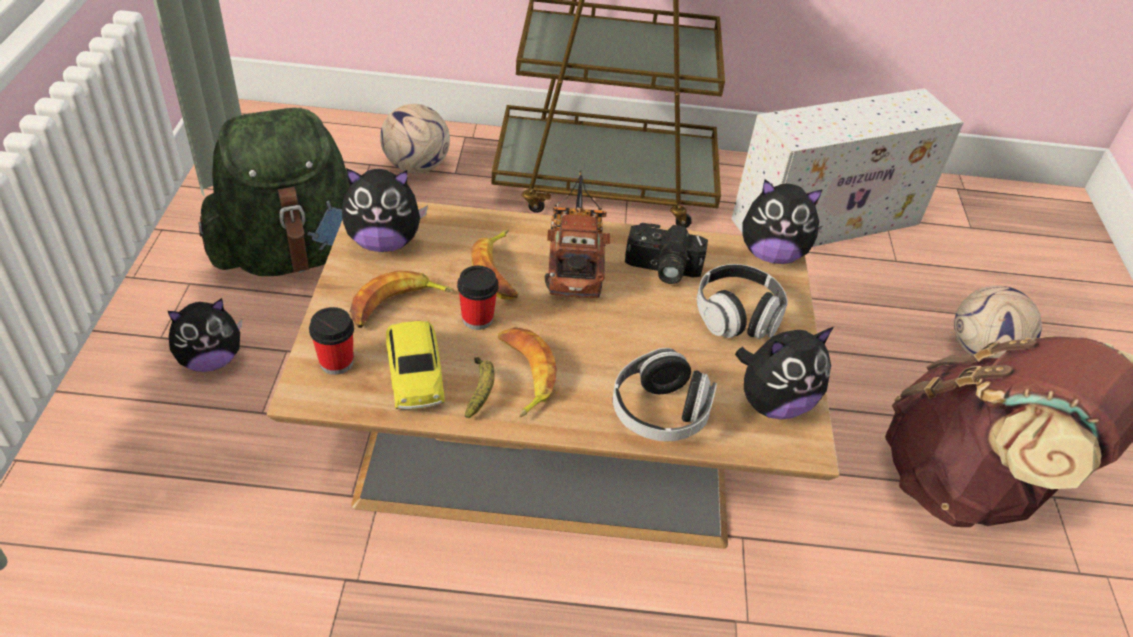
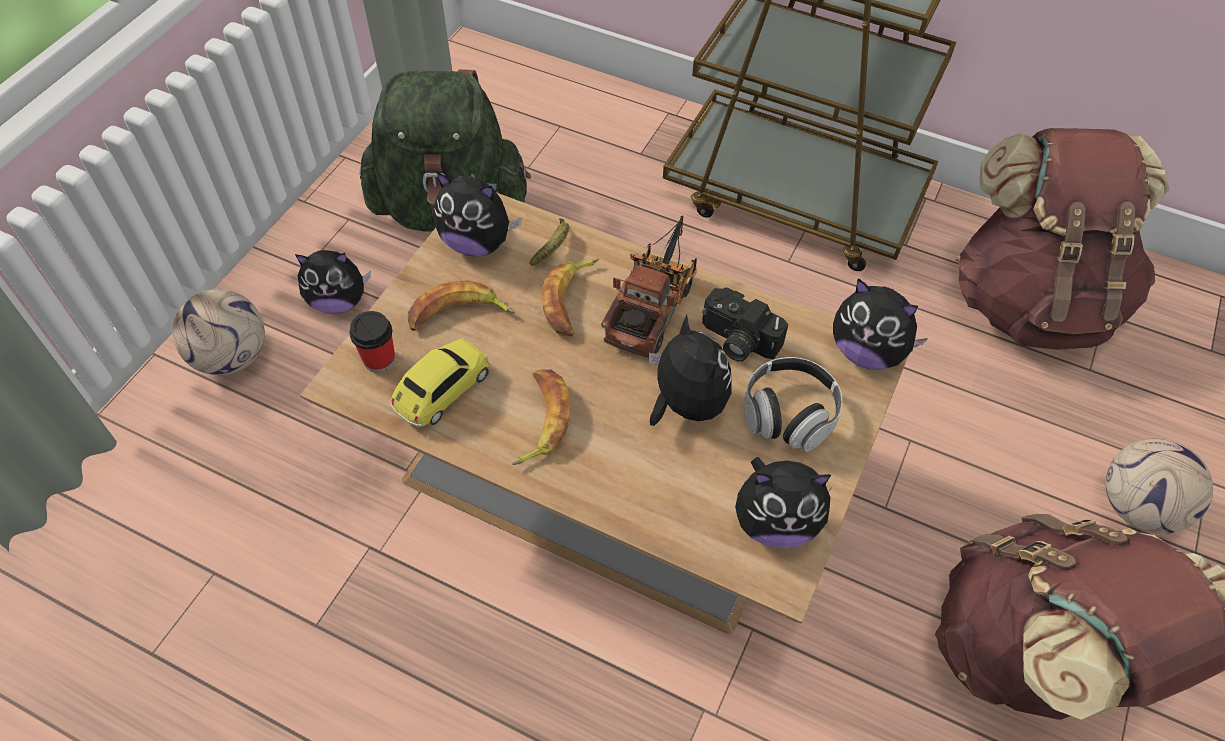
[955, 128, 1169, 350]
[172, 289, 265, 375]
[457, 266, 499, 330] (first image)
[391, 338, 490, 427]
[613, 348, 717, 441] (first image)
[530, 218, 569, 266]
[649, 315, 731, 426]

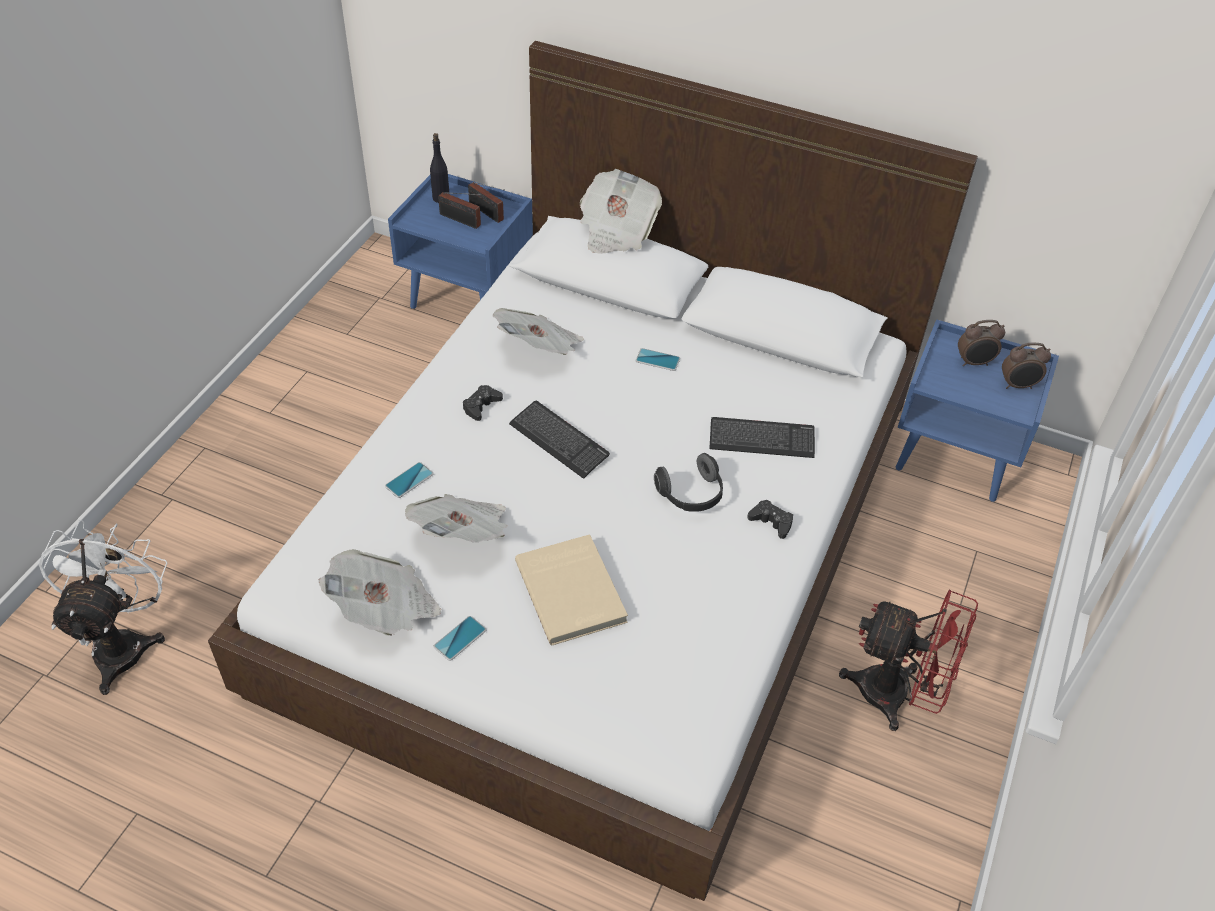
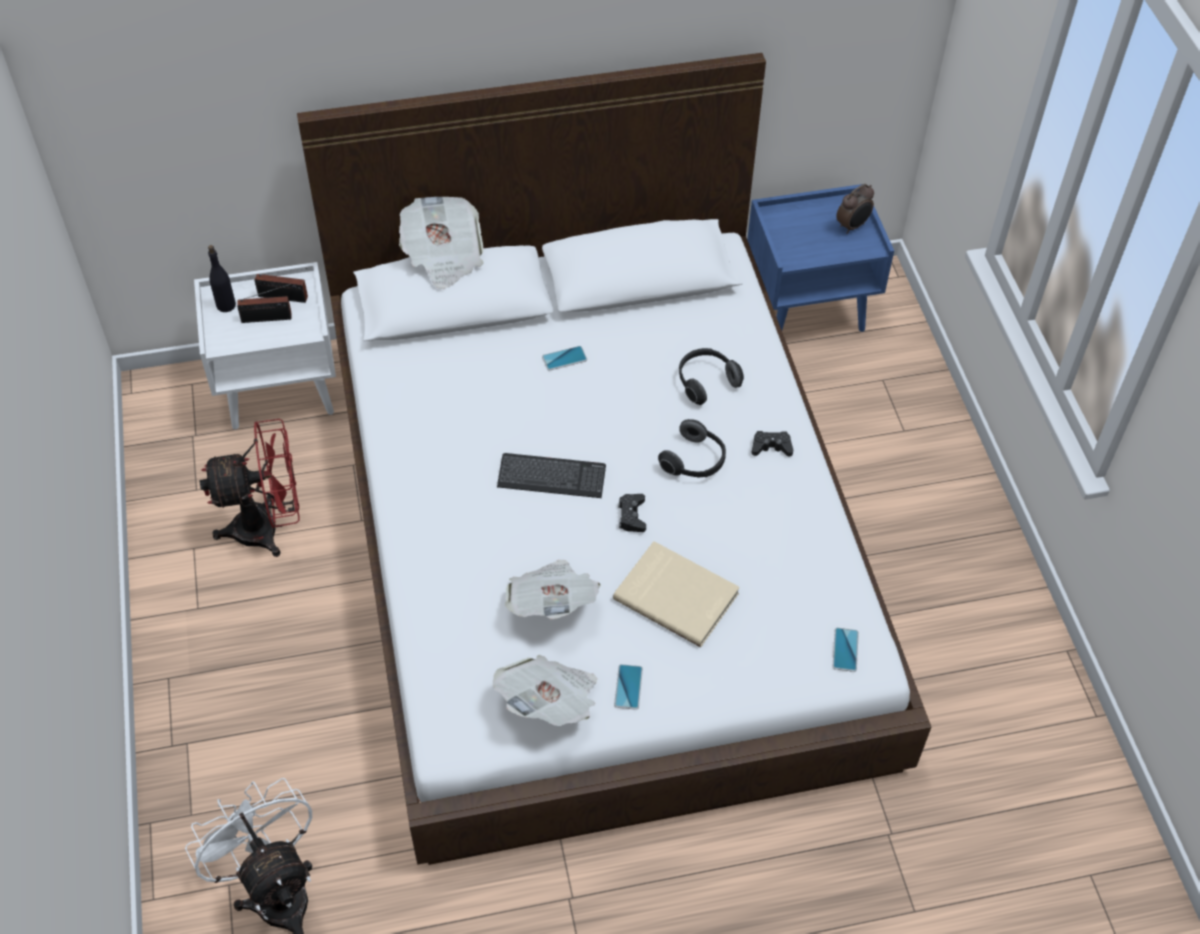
[194, 262, 336, 430]
[493, 308, 584, 355] (first image)
[958, 320, 1005, 366] (first image)
[618, 494, 646, 532]
[679, 348, 744, 405]
[832, 628, 859, 672]
[200, 419, 300, 557]

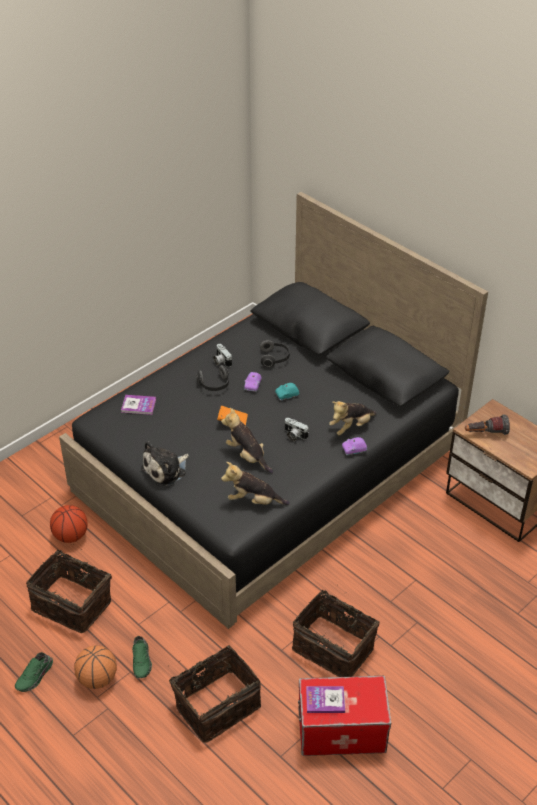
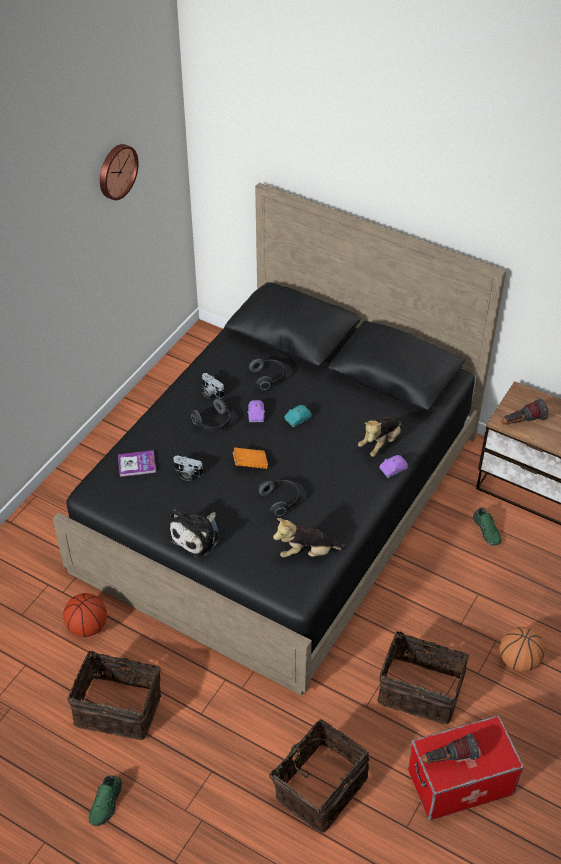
[258, 480, 300, 516]
[173, 455, 203, 481]
[473, 507, 501, 546]
[500, 627, 545, 672]
[421, 733, 479, 763]
[100, 144, 139, 200]

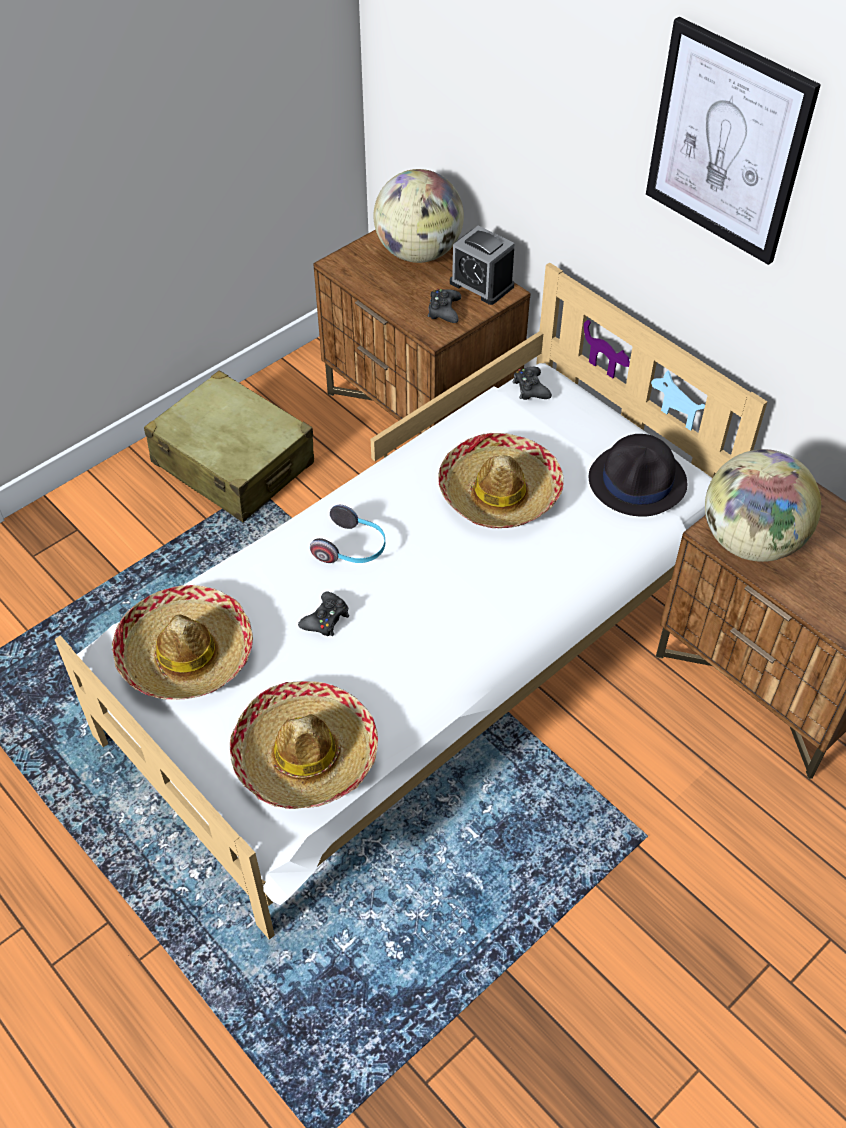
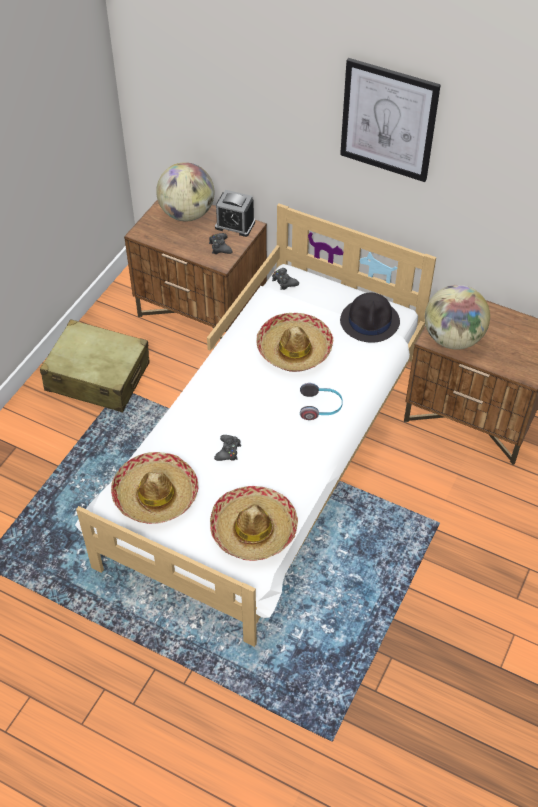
[300, 383, 343, 420]

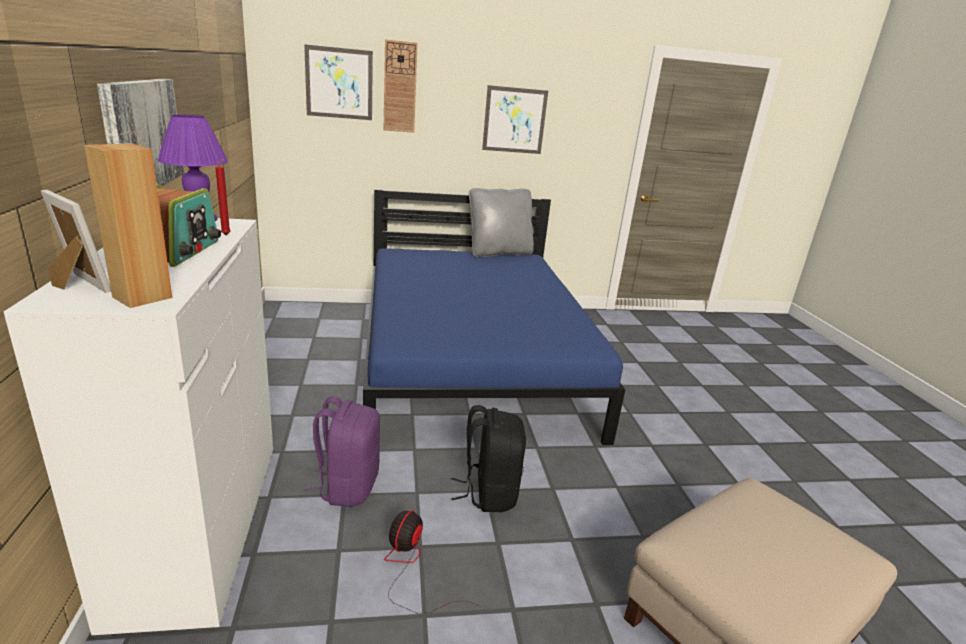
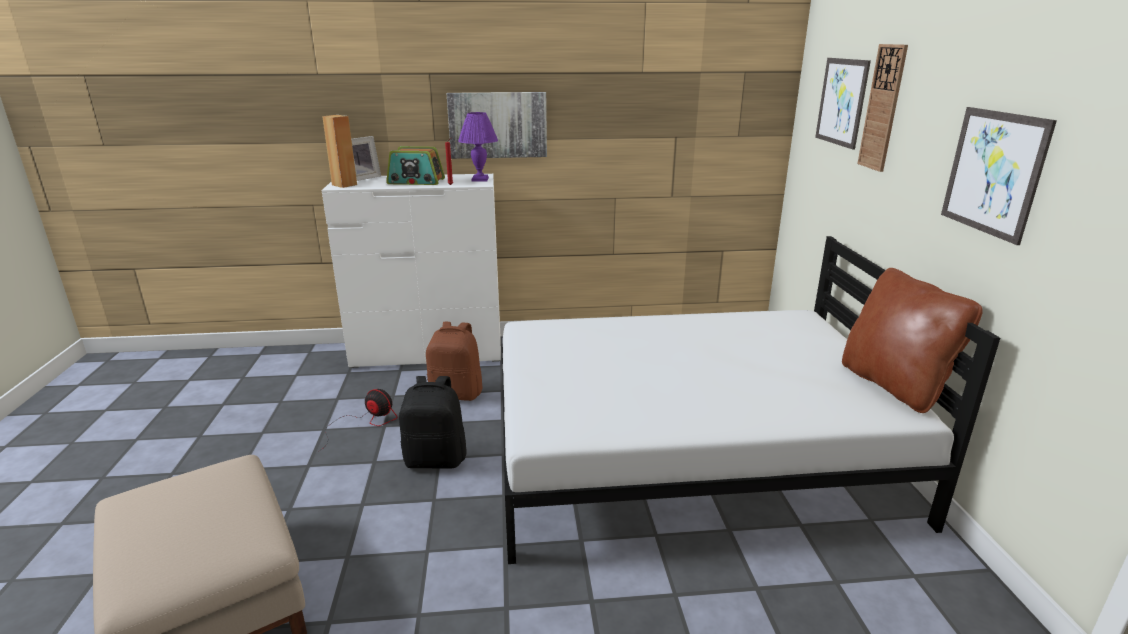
[842, 268, 983, 413]
[502, 236, 1000, 564]
[426, 322, 483, 401]

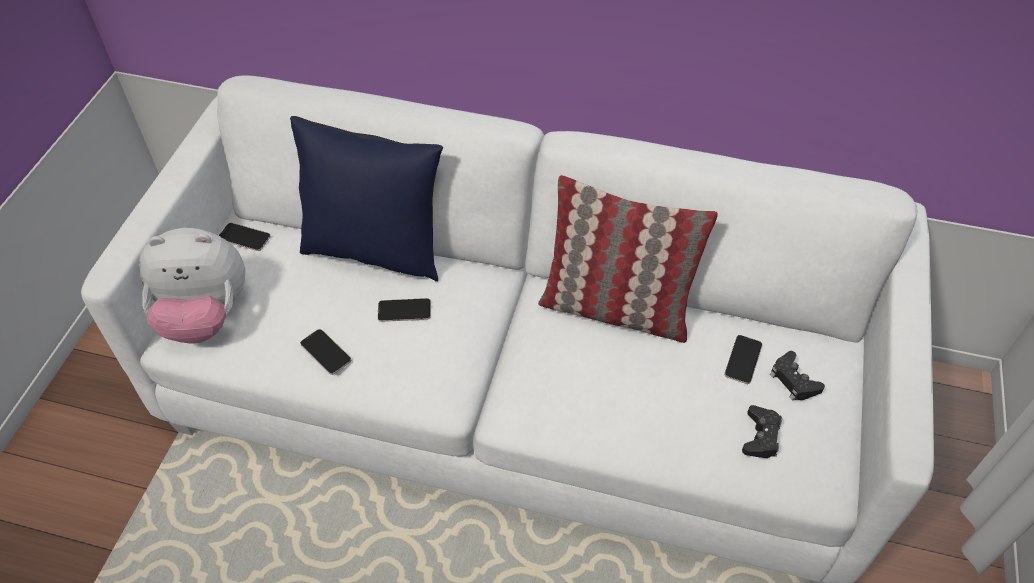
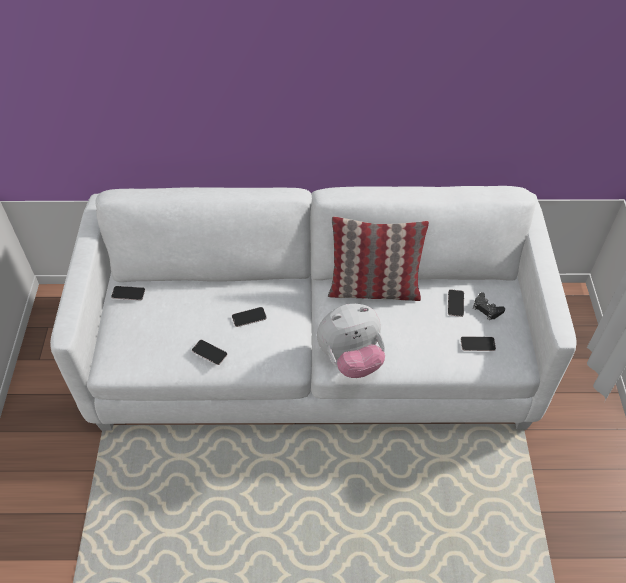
[290, 116, 443, 282] (first image)
[317, 304, 385, 378]
[461, 336, 496, 351]

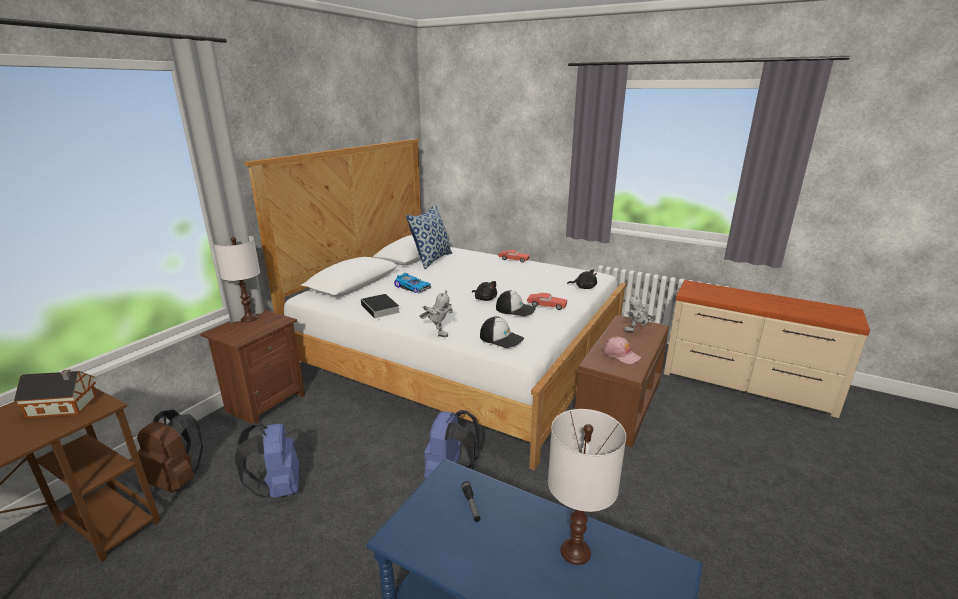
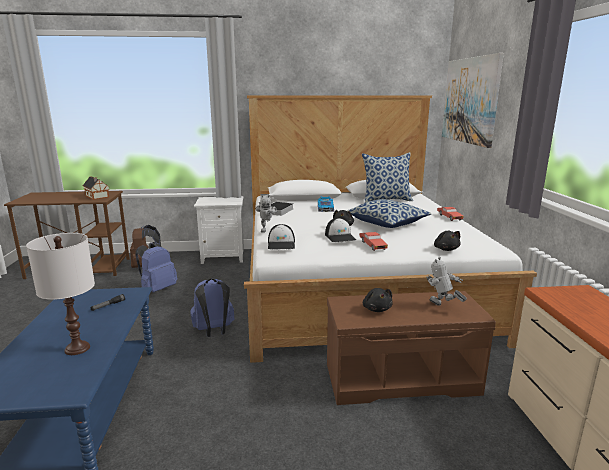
[213, 236, 260, 322] (first image)
[194, 196, 244, 264]
[363, 288, 393, 312]
[442, 53, 504, 148]
[347, 199, 432, 228]

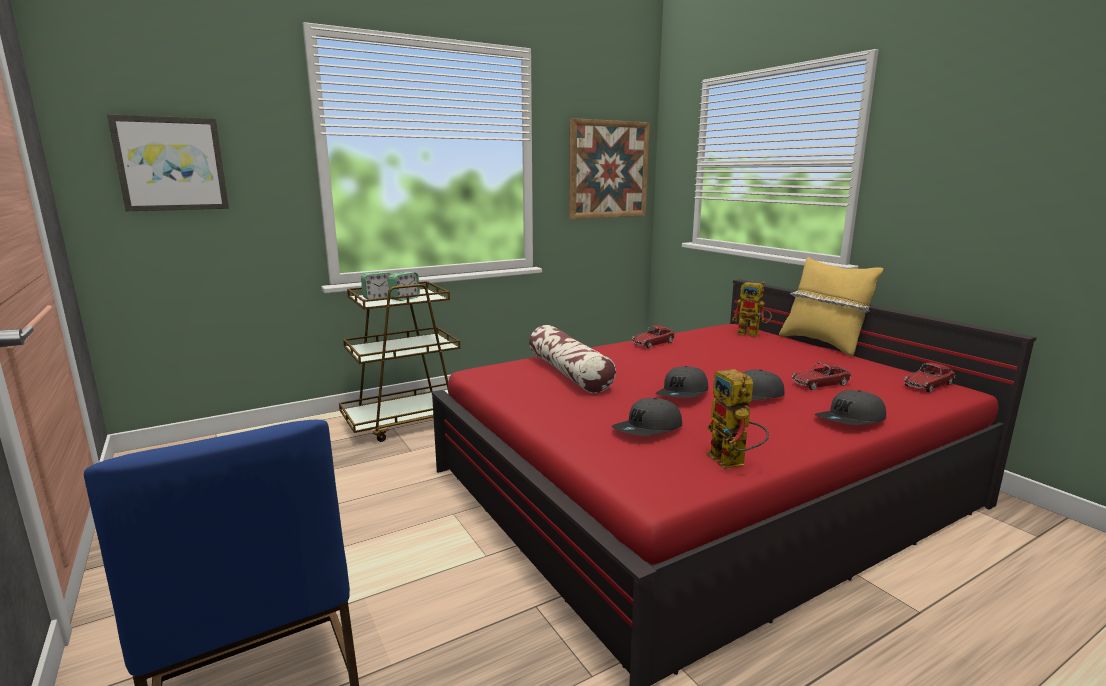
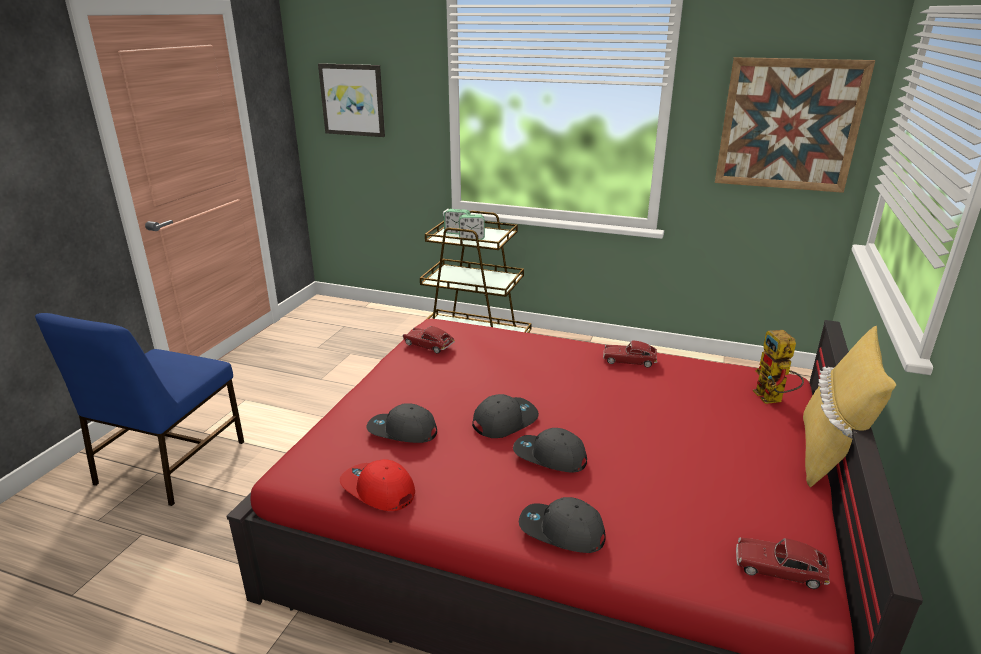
[529, 325, 616, 393] (first image)
[403, 326, 455, 354]
[472, 394, 539, 438]
[340, 459, 415, 511]

